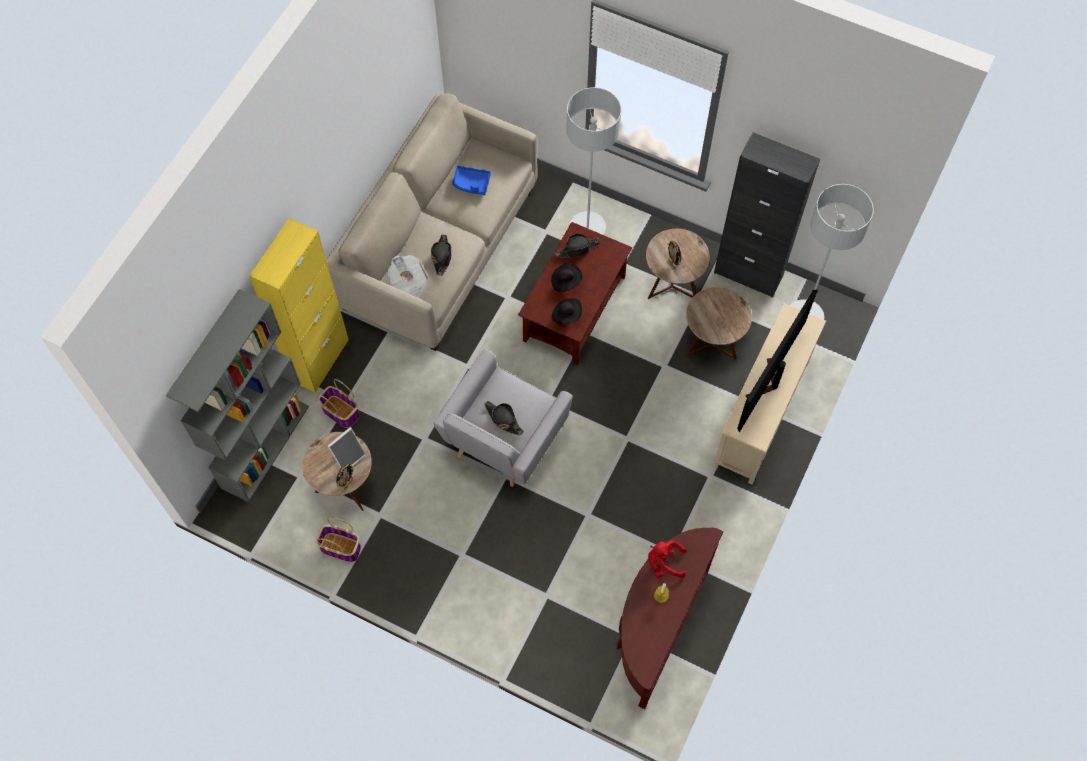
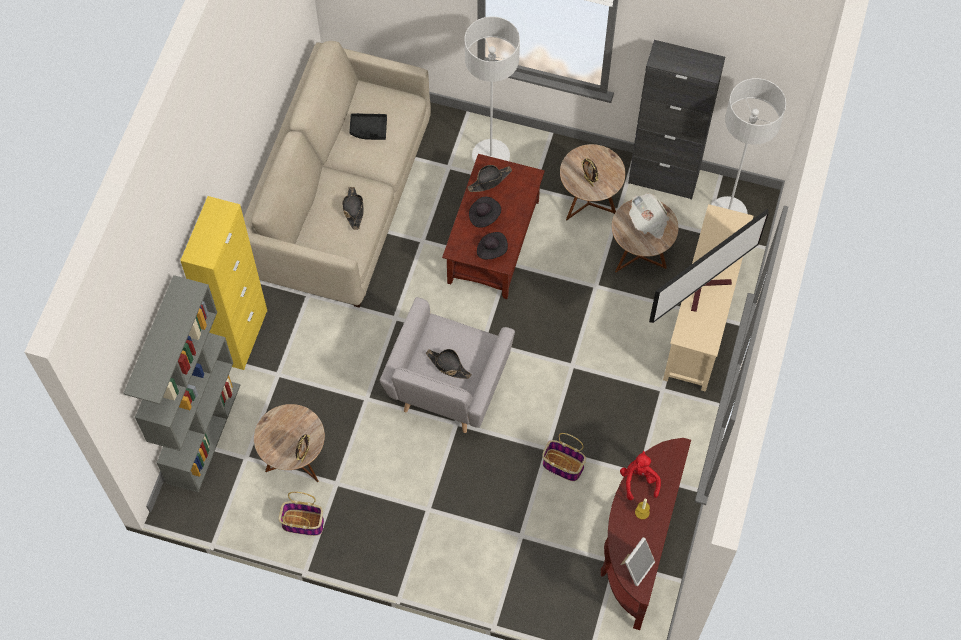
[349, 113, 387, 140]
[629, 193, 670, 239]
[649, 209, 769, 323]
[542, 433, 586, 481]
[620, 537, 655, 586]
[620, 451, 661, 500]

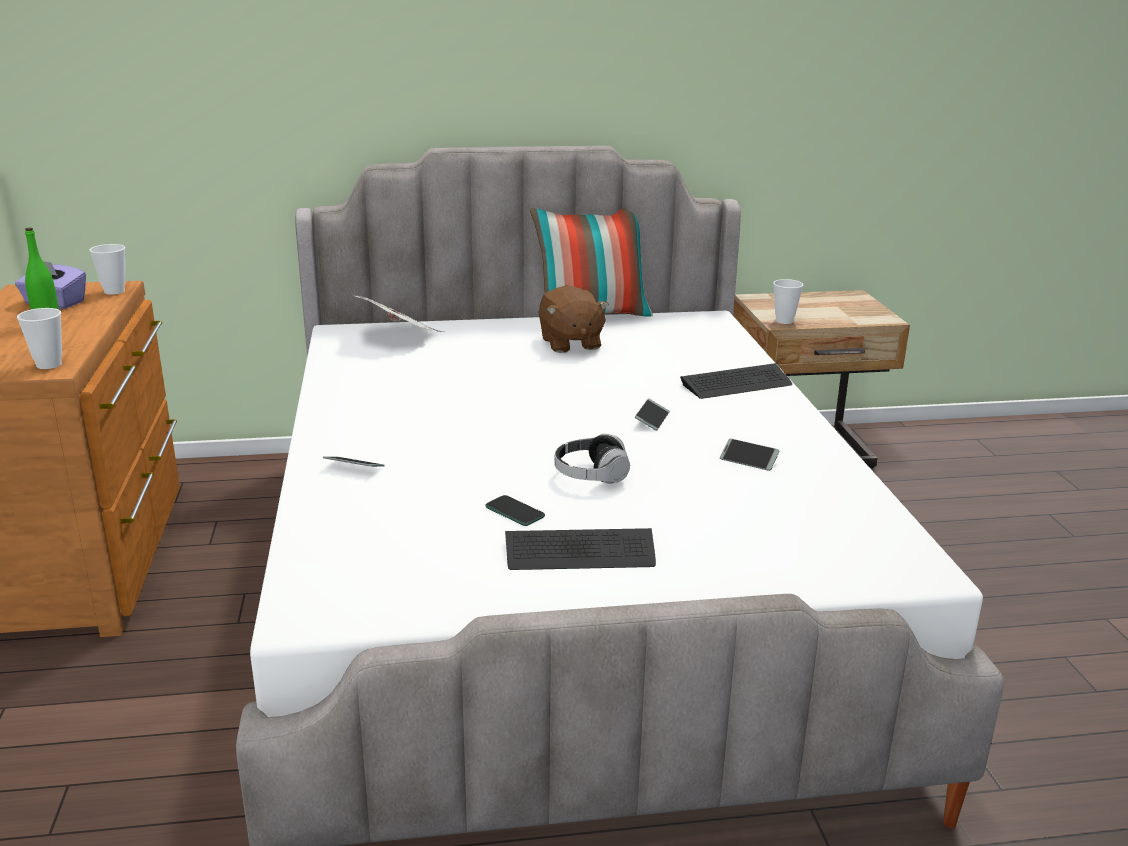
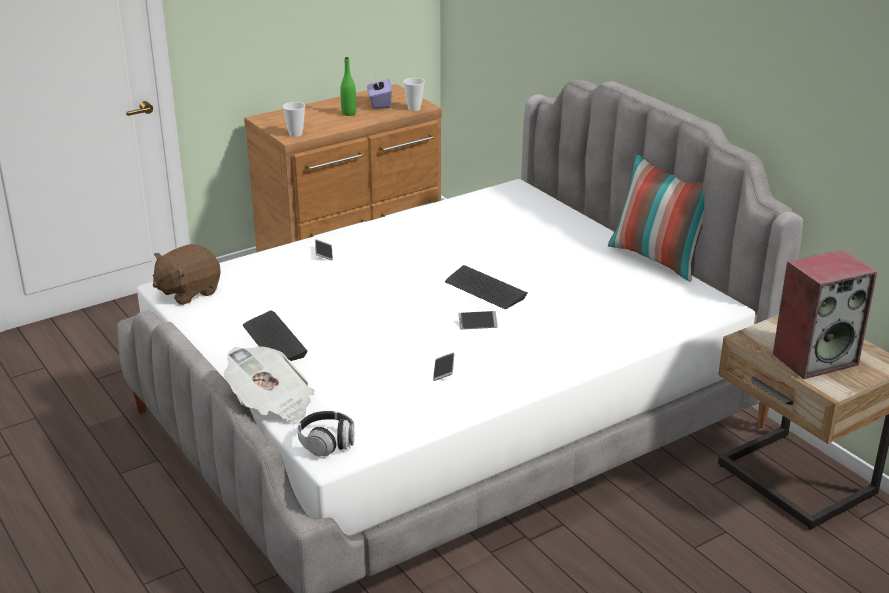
[773, 279, 803, 324] (first image)
[153, 244, 221, 305]
[223, 346, 315, 424]
[445, 265, 527, 309]
[298, 411, 354, 456]
[485, 495, 545, 526] (first image)
[773, 249, 877, 379]

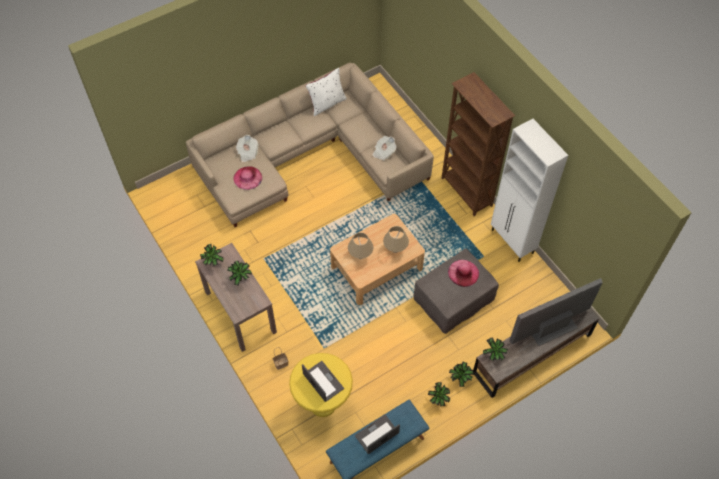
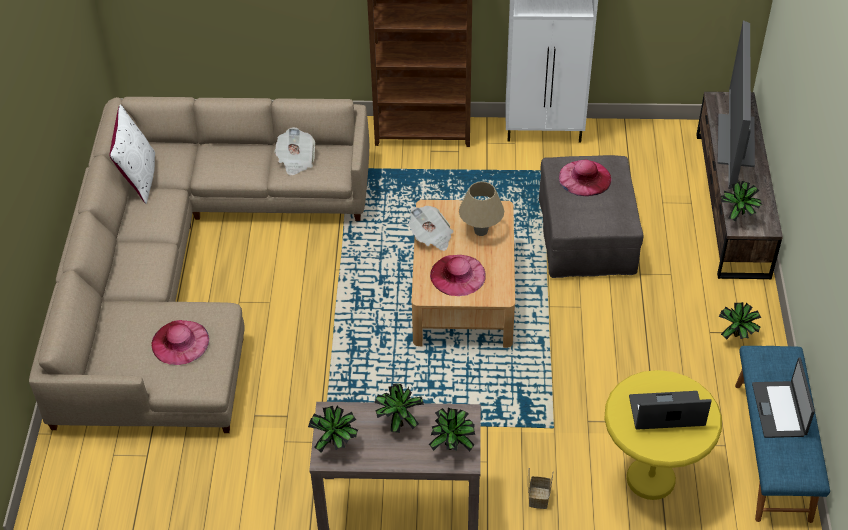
[408, 206, 453, 251]
[430, 255, 486, 296]
[429, 408, 475, 451]

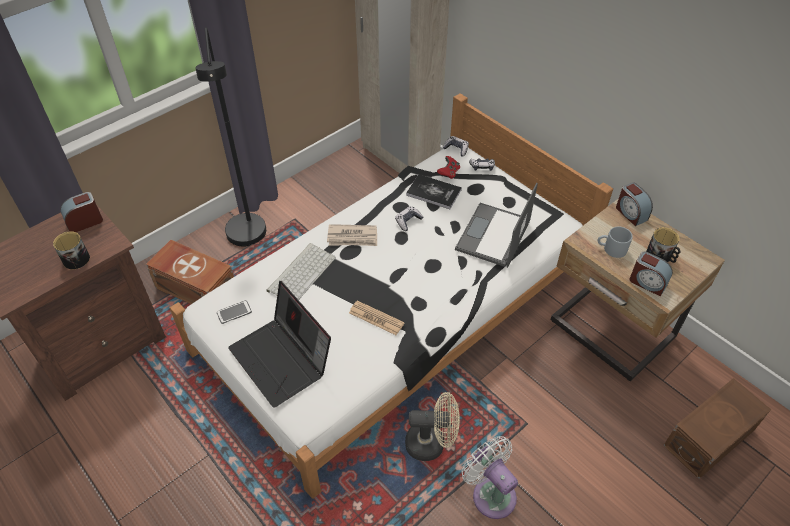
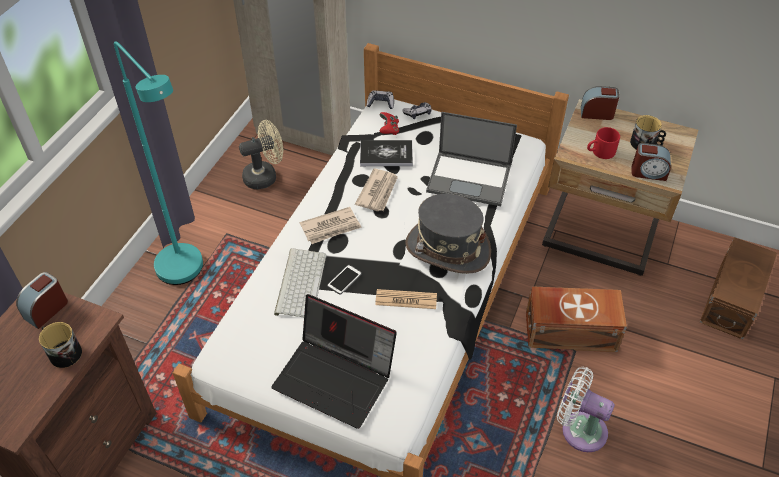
[114, 41, 203, 285]
[581, 86, 619, 120]
[426, 112, 517, 206]
[355, 169, 398, 211]
[587, 127, 620, 159]
[526, 286, 627, 352]
[327, 265, 362, 295]
[239, 120, 283, 189]
[405, 194, 491, 274]

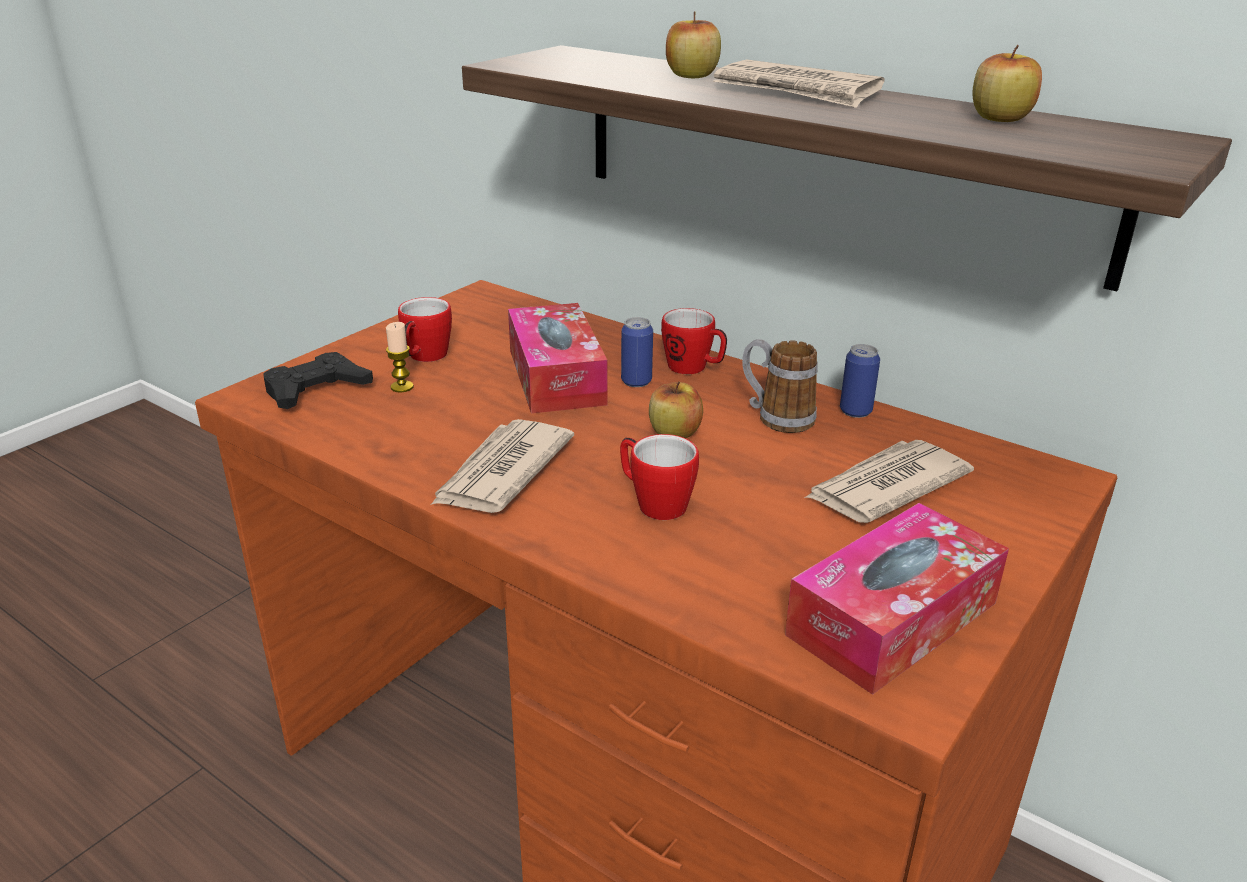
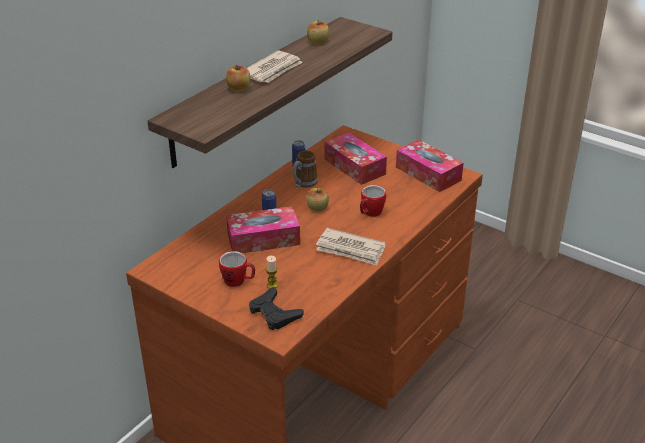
[661, 308, 727, 374] (first image)
[324, 133, 387, 185]

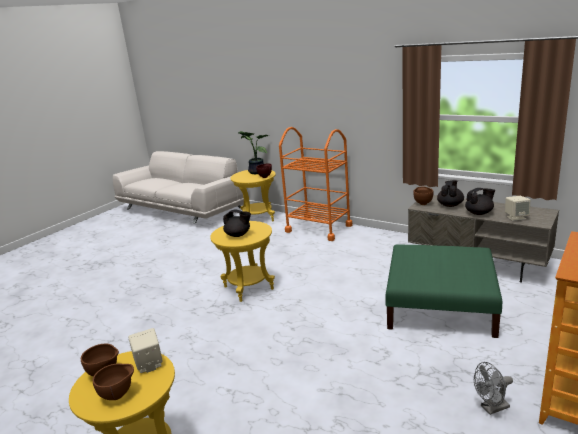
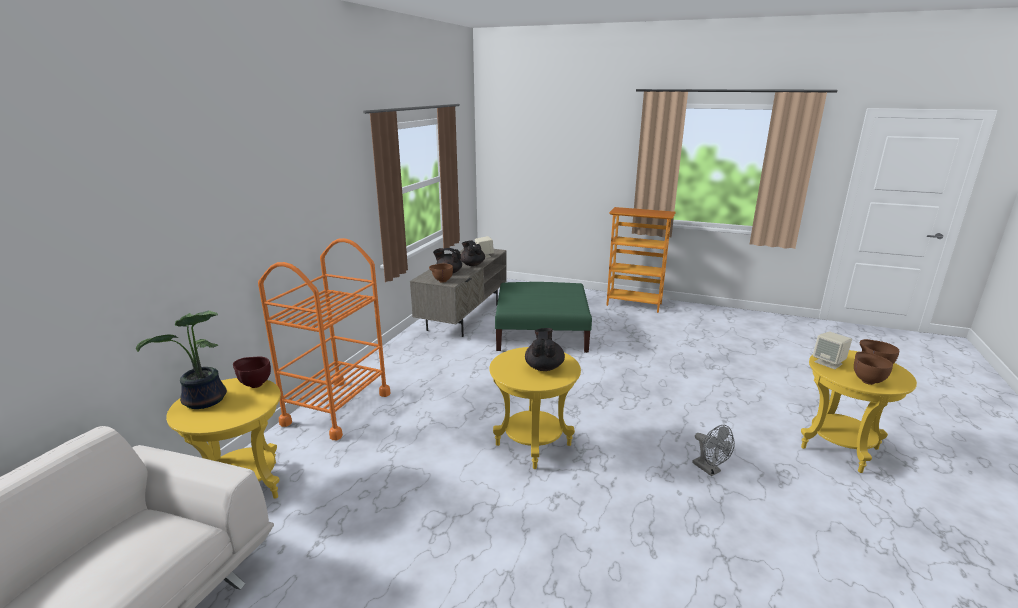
[692, 425, 735, 476]

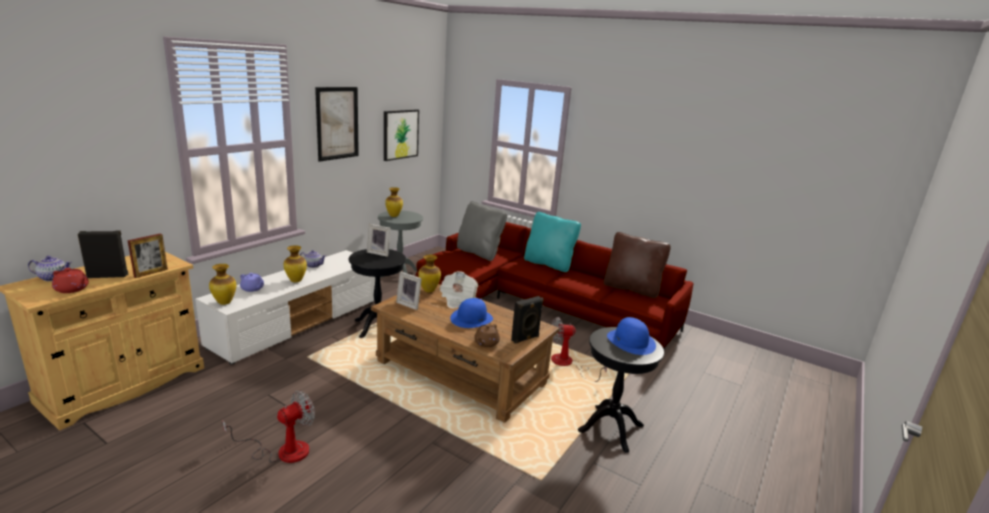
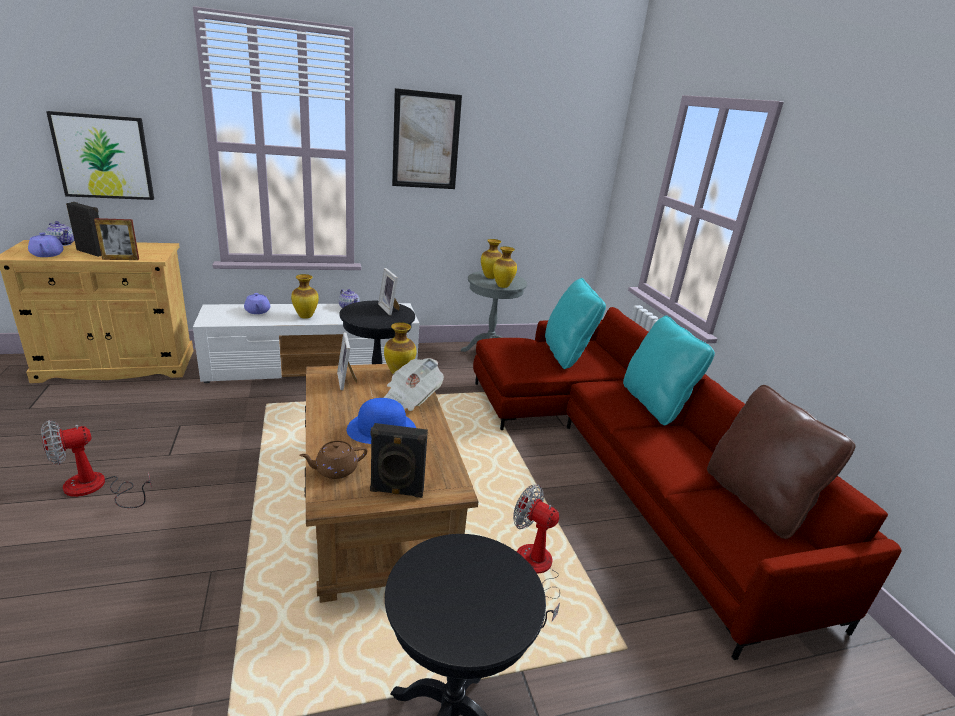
[46, 111, 154, 200]
[545, 278, 606, 369]
[493, 247, 517, 288]
[28, 233, 64, 257]
[607, 317, 656, 355] (first image)
[41, 420, 152, 508]

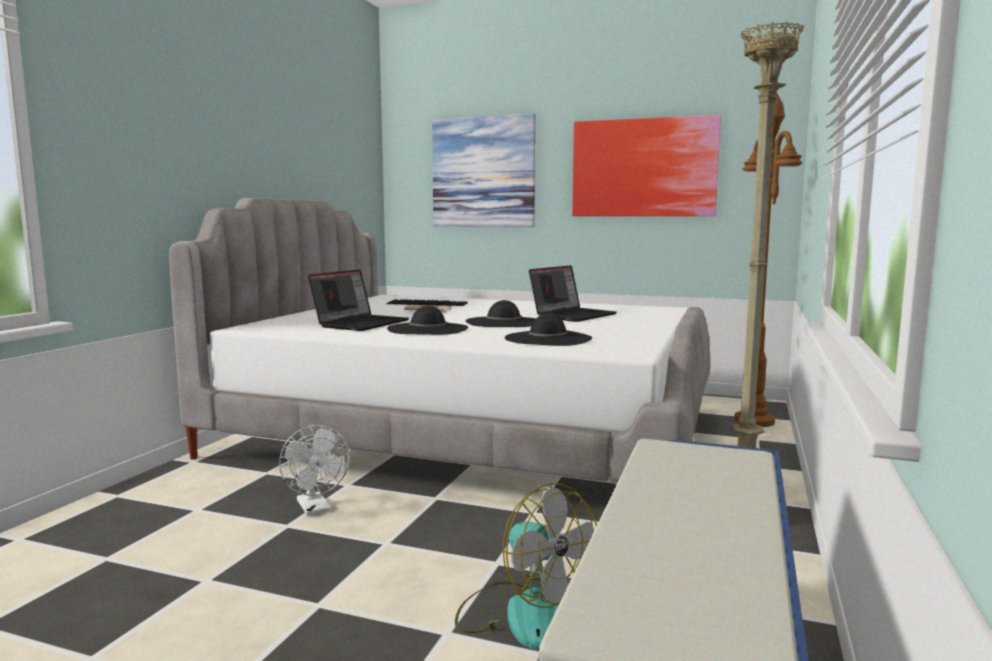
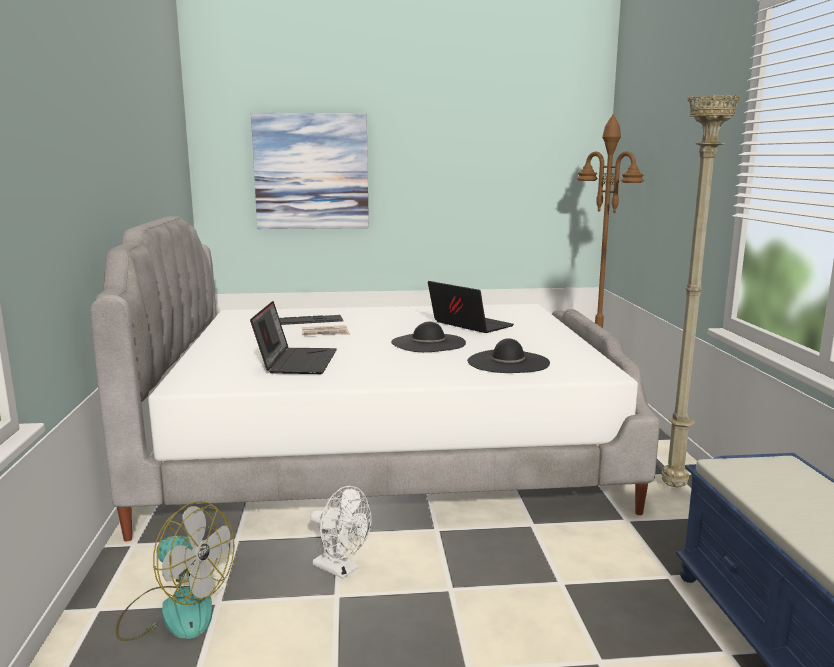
[572, 115, 721, 216] (first image)
[428, 281, 514, 333]
[387, 306, 468, 335] (first image)
[116, 501, 234, 641]

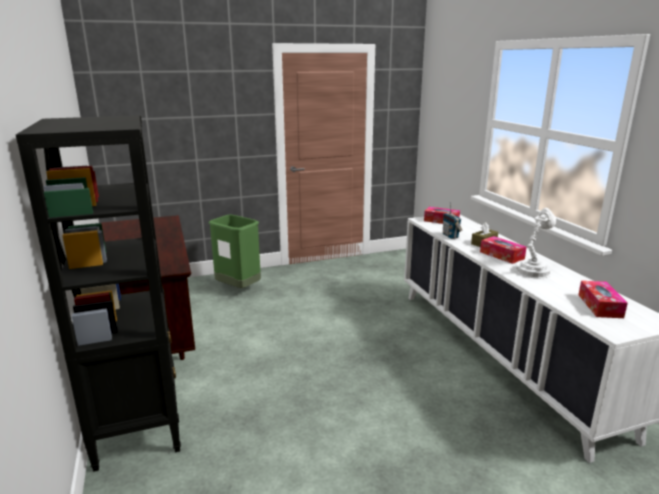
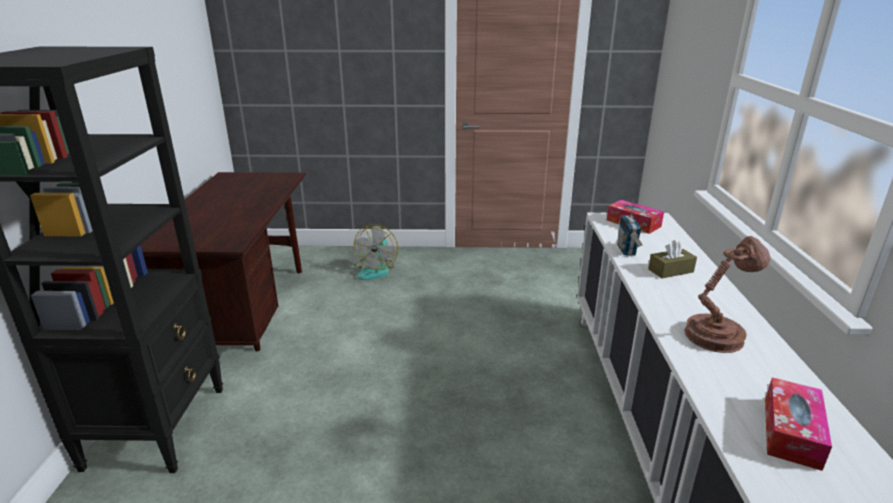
[684, 236, 770, 353]
[354, 224, 398, 280]
[480, 236, 527, 264] (first image)

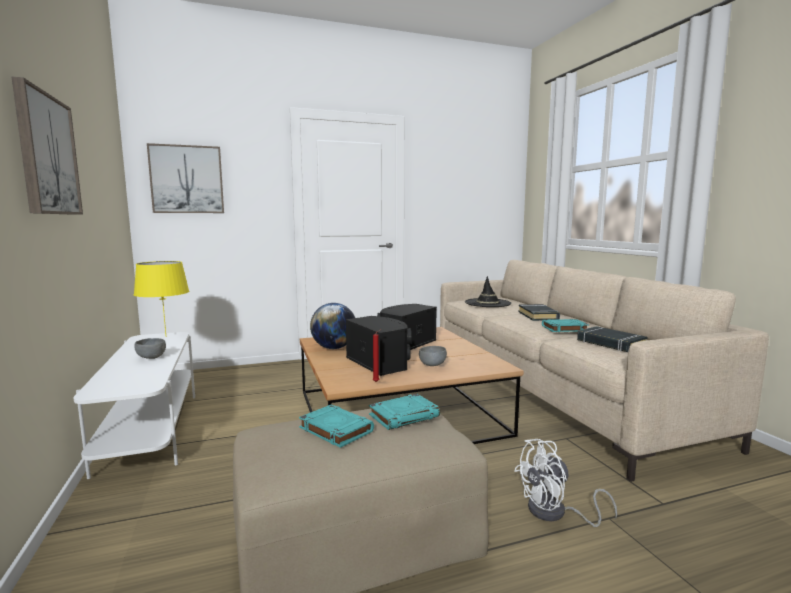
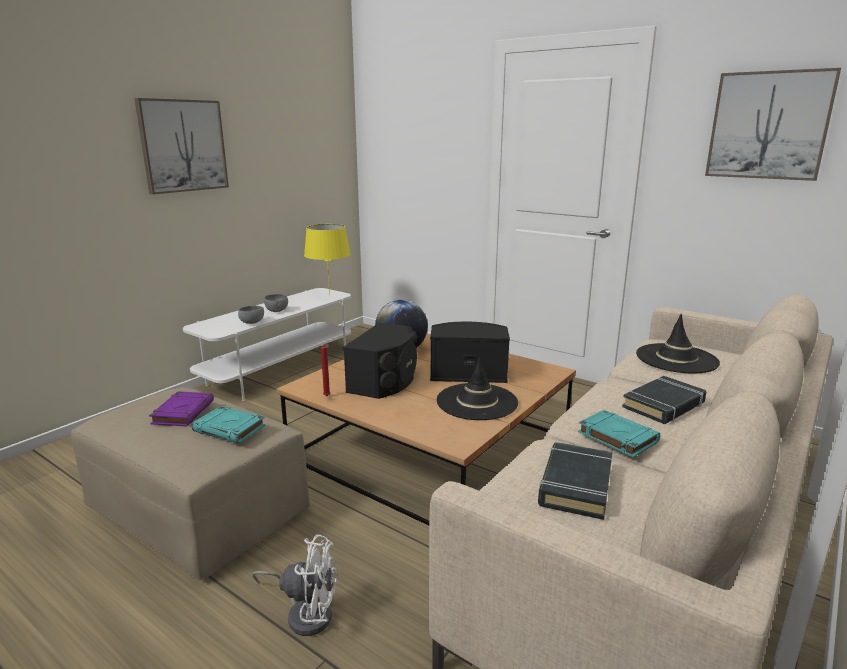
[705, 68, 841, 181]
[238, 306, 264, 324]
[149, 391, 214, 426]
[252, 535, 337, 636]
[437, 357, 518, 420]

